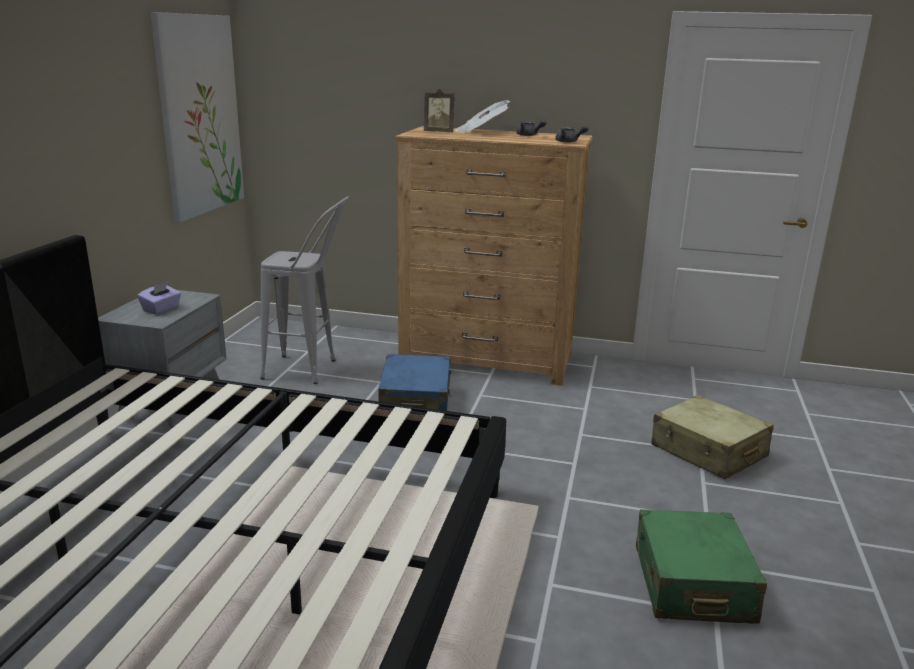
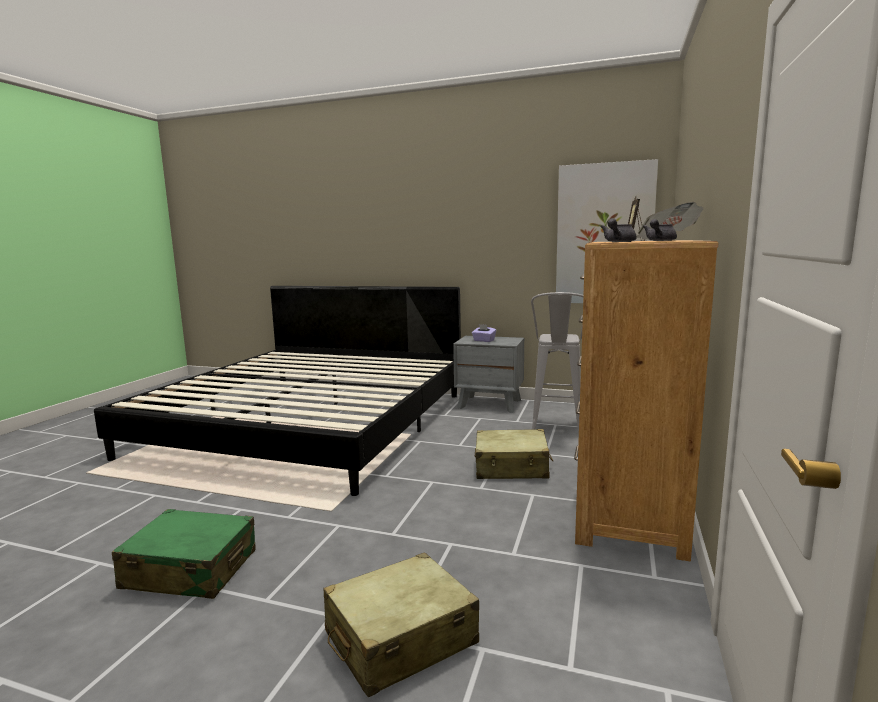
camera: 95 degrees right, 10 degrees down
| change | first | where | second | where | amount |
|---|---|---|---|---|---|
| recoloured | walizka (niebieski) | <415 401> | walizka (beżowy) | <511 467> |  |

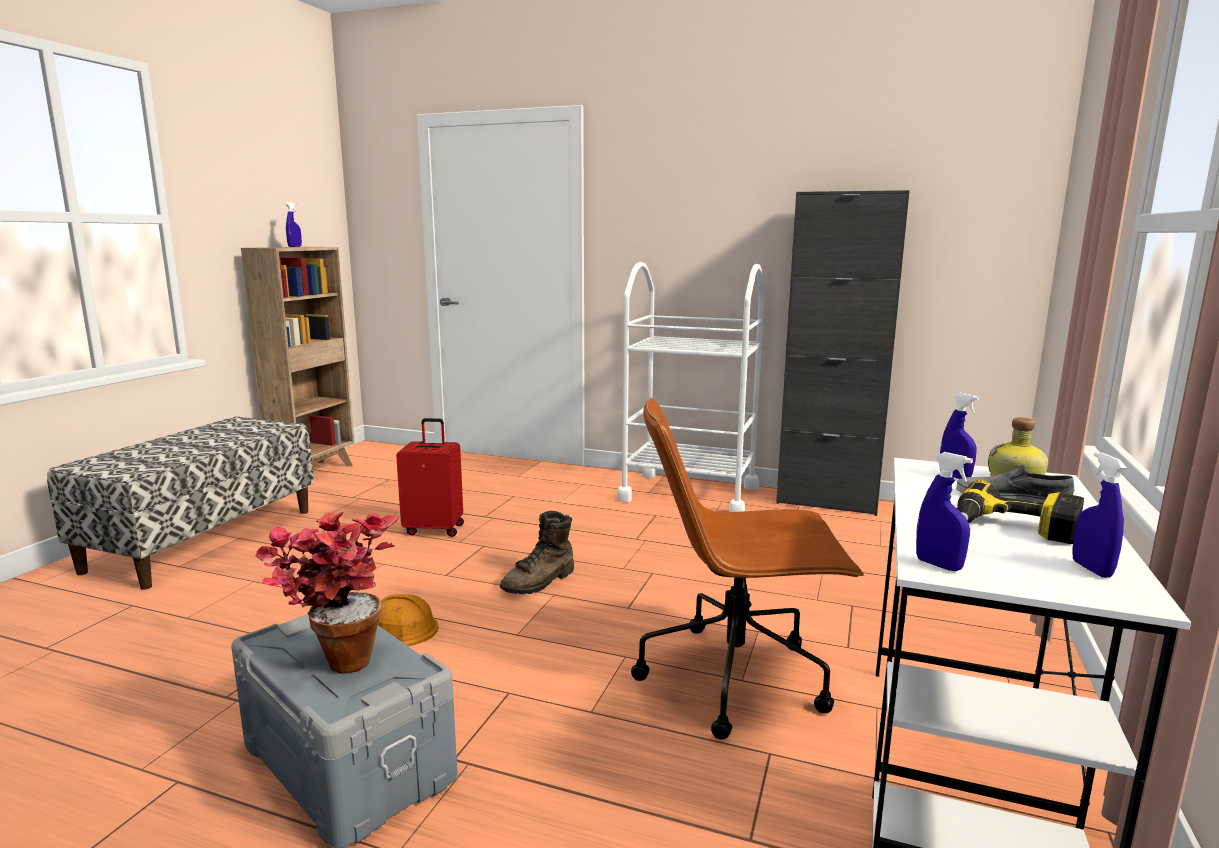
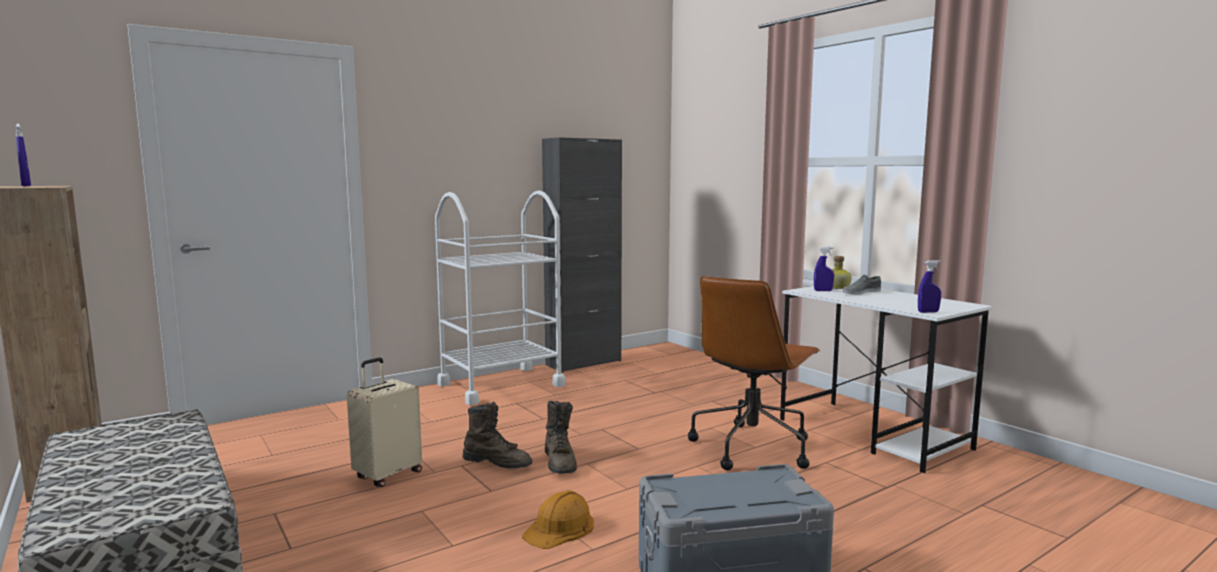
camera: 55 degrees left, 5 degrees down
| change | first | where | second | where | amount |
|---|---|---|---|---|---|
| removed | roślina doniczkowa | <336 660> |  |  |  |
| removed | wiertarka | <1010 533> |  |  |  |
| removed | spryskiwacz (niebieski) | <1091 569> |  |  |  |
| added |  |  | but z cholewką (brązowy) | <498 463> |  |
| recoloured | walizka (czerwony) | <435 529> | walizka (beżowy) | <387 475> |  |

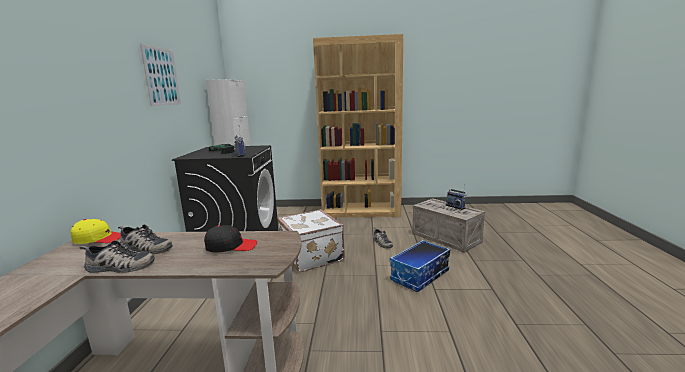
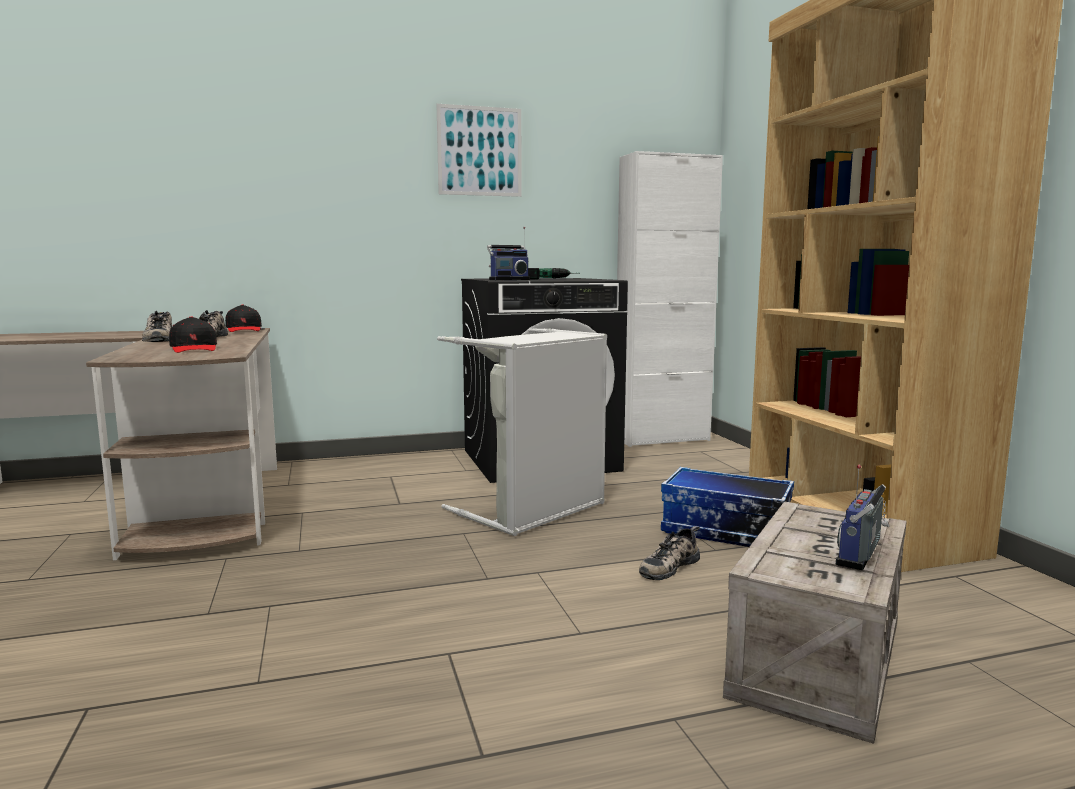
camera: 70 degrees right, 5 degrees down
| change | first | where | second | where | amount |
|---|---|---|---|---|---|
| moved | pojemnik do przechowywania | <420 276> |  | <724 532> |  |
| replaced | walizka (biały) | <310 256> | kosz na pranie (szary) | <535 511> |  |
| recoloured | czapka z daszkiem (żółty) | <99 239> | czapka z daszkiem (czarny) | <244 329> |  |

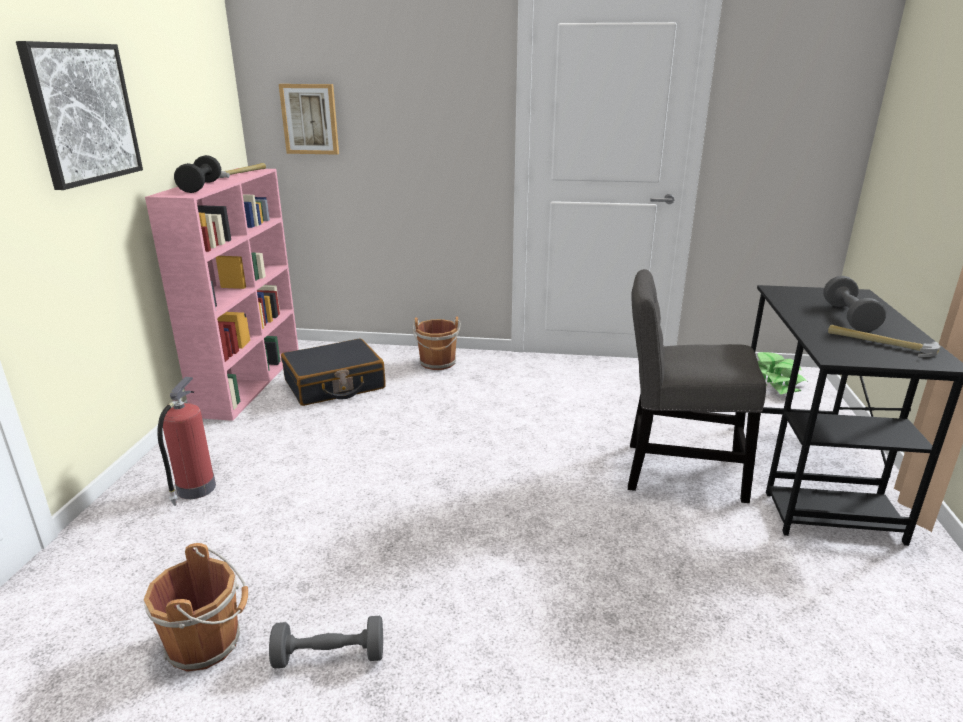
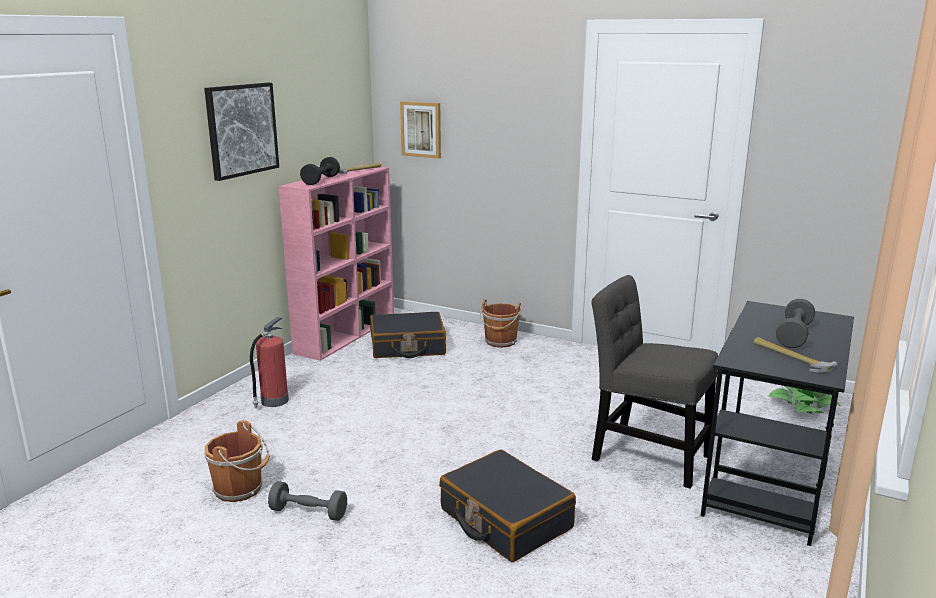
camera: 20 degrees right, 5 degrees down
| change | first | where | second | where | amount |
|---|---|---|---|---|---|
| added |  |  | walizka (czarny) | <505 519> |  |

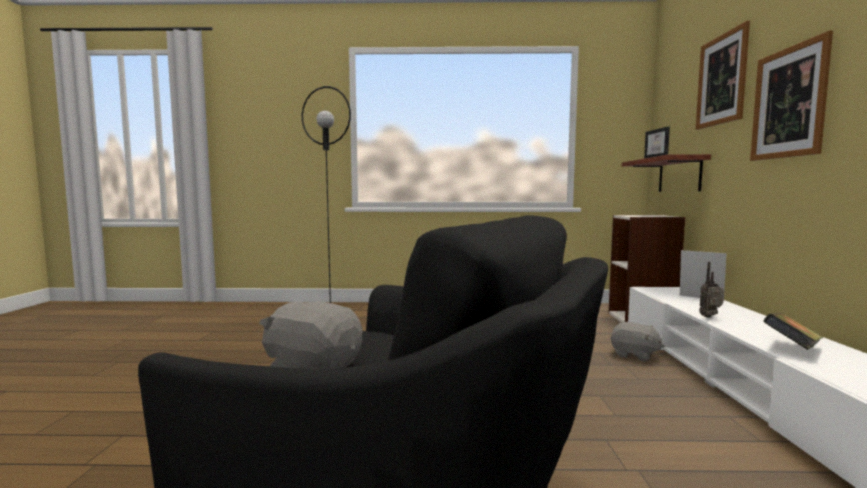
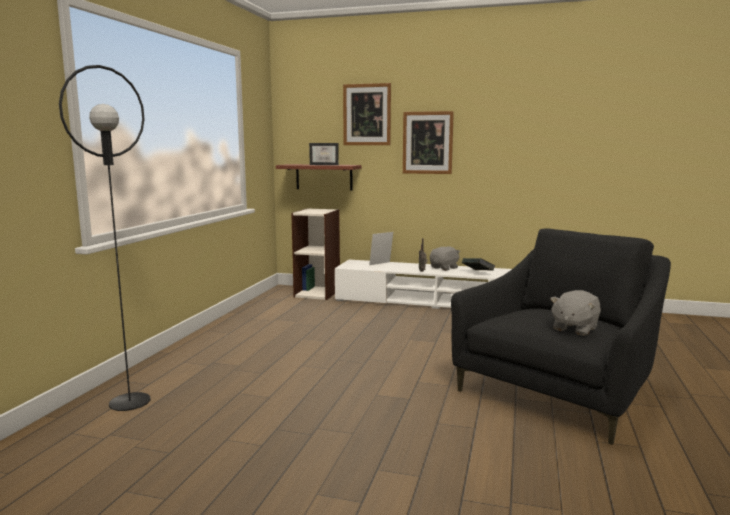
camera: 75 degrees left, 5 degrees up
| change | first | where | second | where | amount |
|---|---|---|---|---|---|
| moved | pluszak (szary) | <634 355> |  | <444 268> |  |

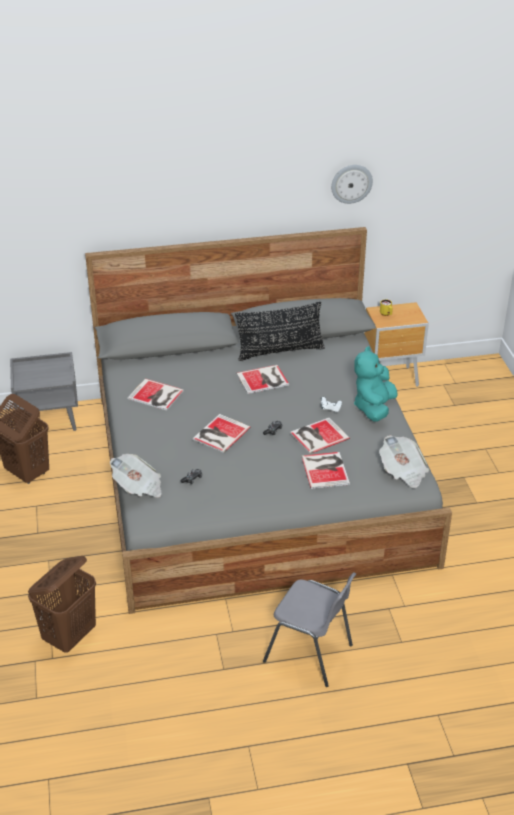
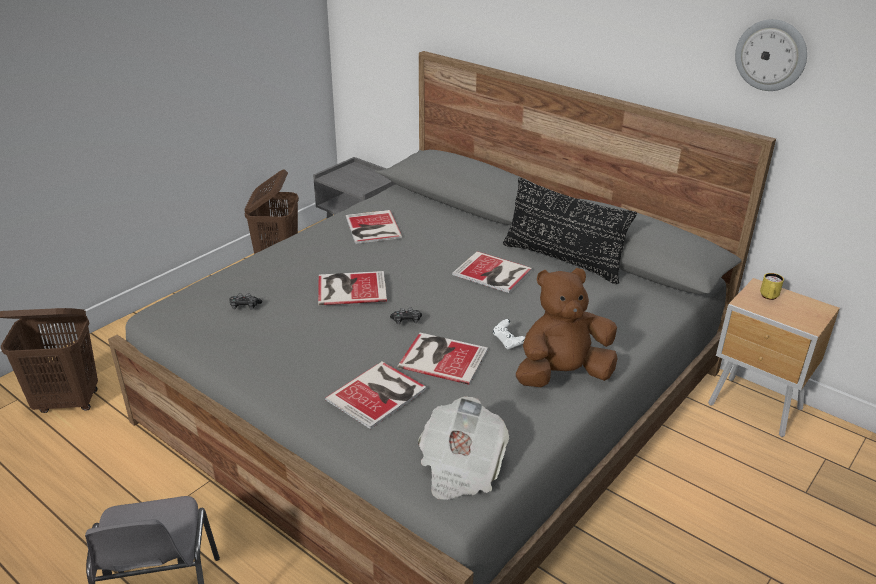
camera: 50 degrees right, 5 degrees down
| change | first | where | second | where | amount |
|---|---|---|---|---|---|
| removed | gazeta | <138 487> |  |  |  |
| recoloured | pluszak (turkusowy) | <374 408> | pluszak (brązowy) | <562 375> |  |

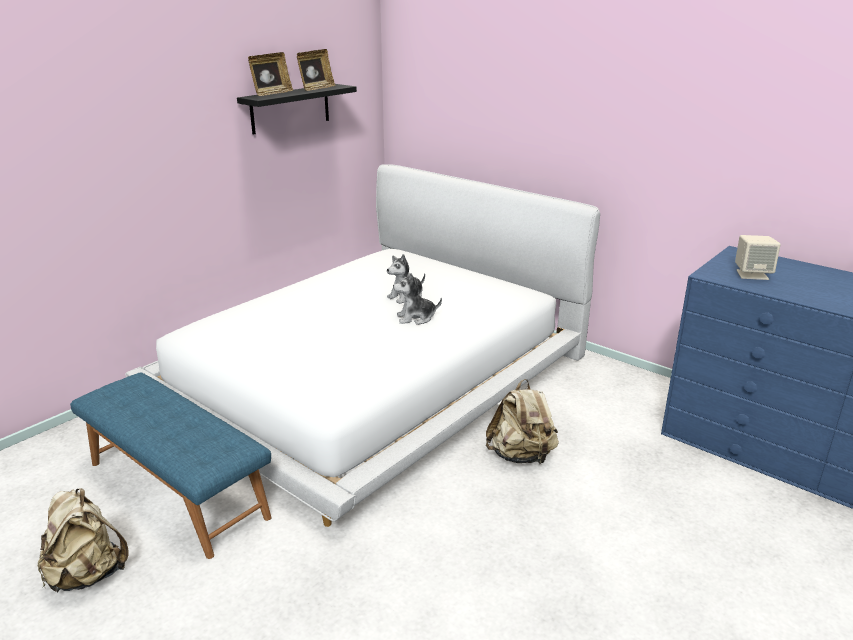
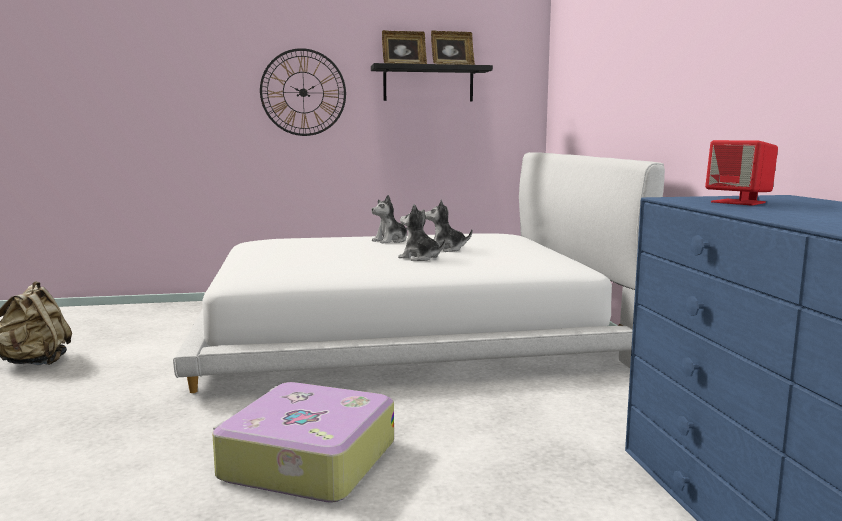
camera: 40 degrees right, 15 degrees down
| change | first | where | second | where | amount |
|---|---|---|---|---|---|
| removed | ławka (niebieski) | <178 489> |  |  |  |
| removed | plecak (beżowy) | <521 456> |  |  |  |
| added |  |  | walizka | <306 461> |  |
| added |  |  | zegar ścienny | <303 92> |  |
| added |  |  | pluszak | <391 241> |  |
| recoloured | głośnik (beżowy) | <752 274> | głośnik (czerwony) | <739 202> |  |

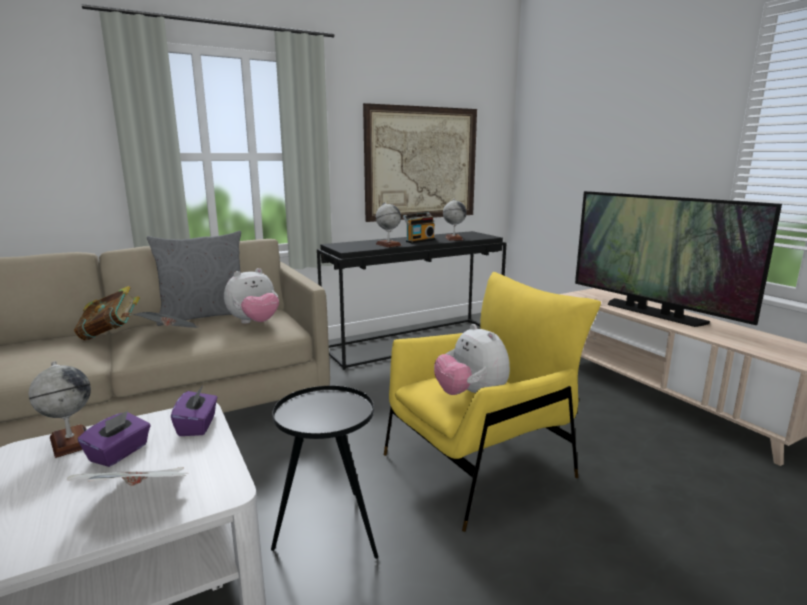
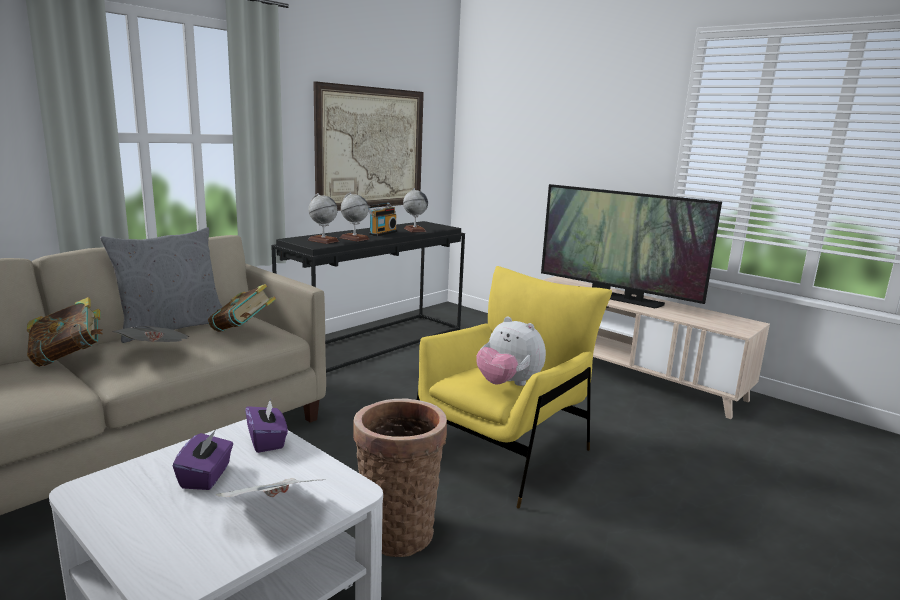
camera: 20 degrees left, 0 degrees up
| change | first | where | second | where | amount |
|---|---|---|---|---|---|
| moved | globus | <70 442> |  | <323 241> |  |
| replaced | pluszak | <254 323> | książka | <243 331> |  |
| replaced | stolik (czarny) | <329 531> | koszyk | <398 530> |  |

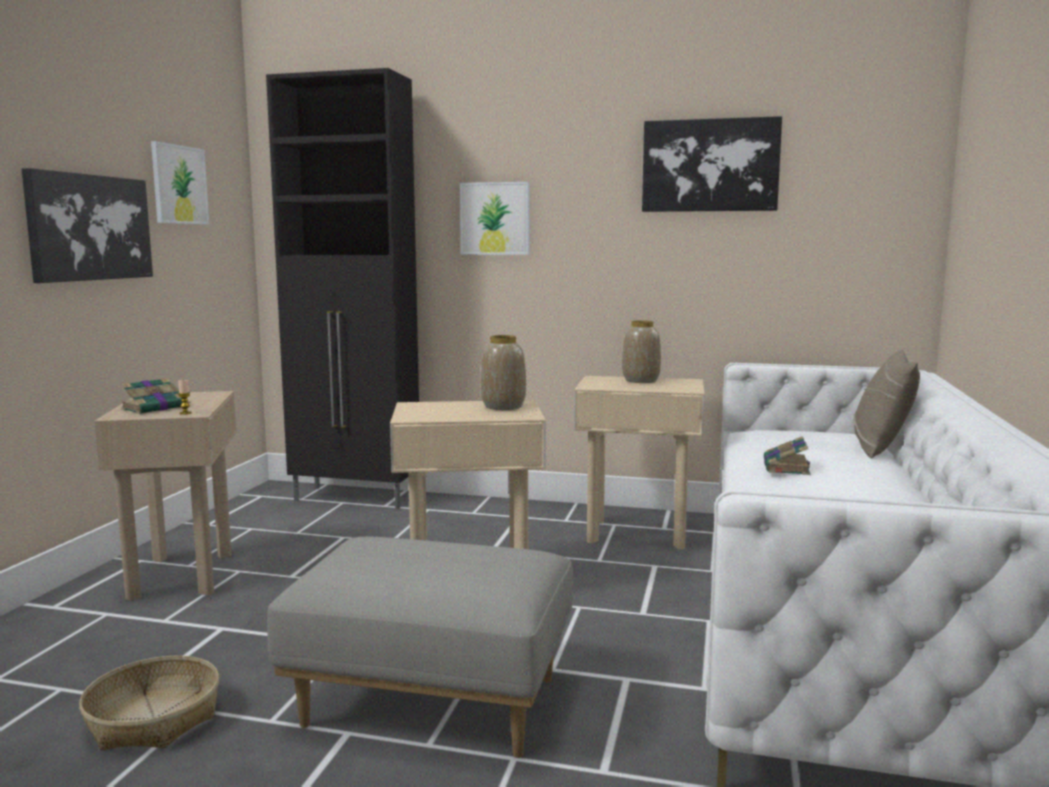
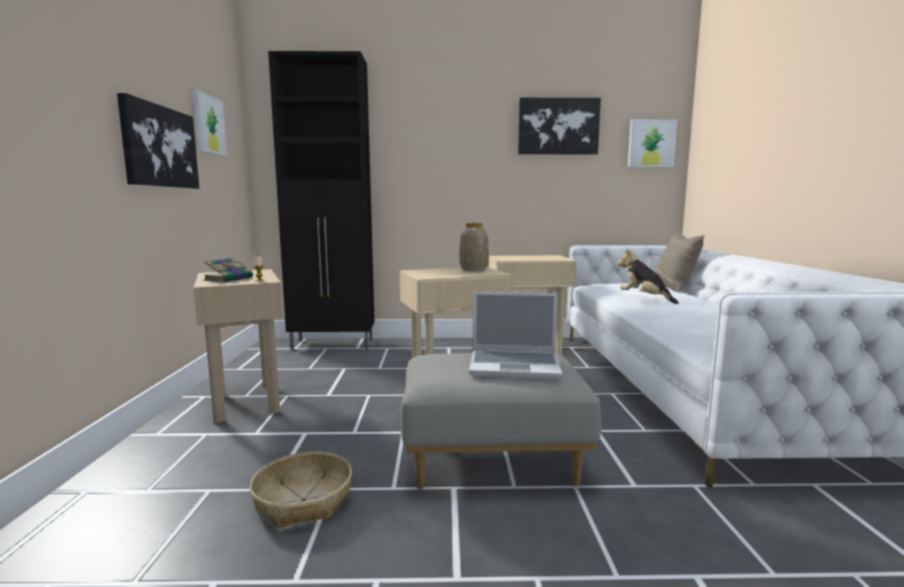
camera: 15 degrees left, 0 degrees up
| change | first | where | second | where | amount |
|---|---|---|---|---|---|
| removed | wazon | <641 380> |  |  |  |
| added |  |  | laptop | <515 366> |  |
| moved | obraz | <495 218> |  | <651 143> |  |
| replaced | książka | <786 467> | pluszak | <644 298> |  |

